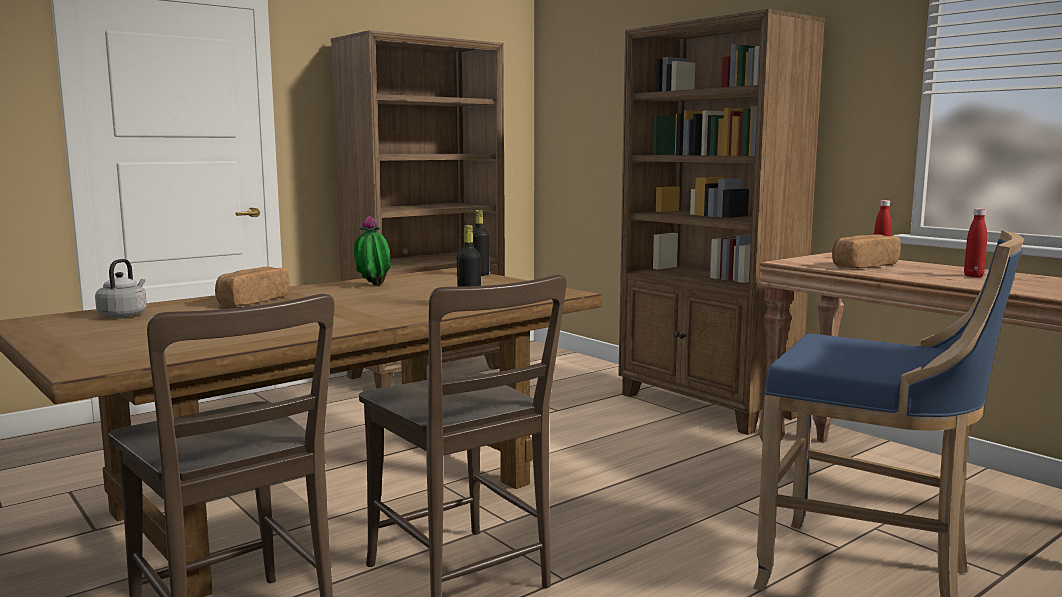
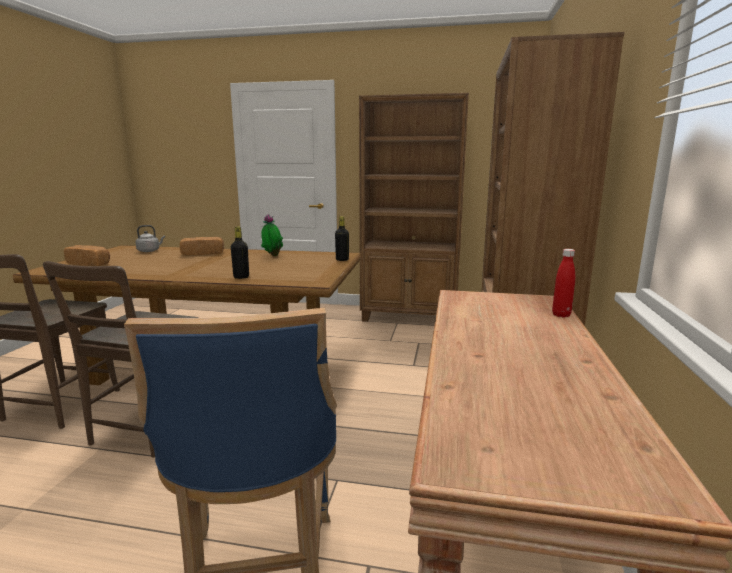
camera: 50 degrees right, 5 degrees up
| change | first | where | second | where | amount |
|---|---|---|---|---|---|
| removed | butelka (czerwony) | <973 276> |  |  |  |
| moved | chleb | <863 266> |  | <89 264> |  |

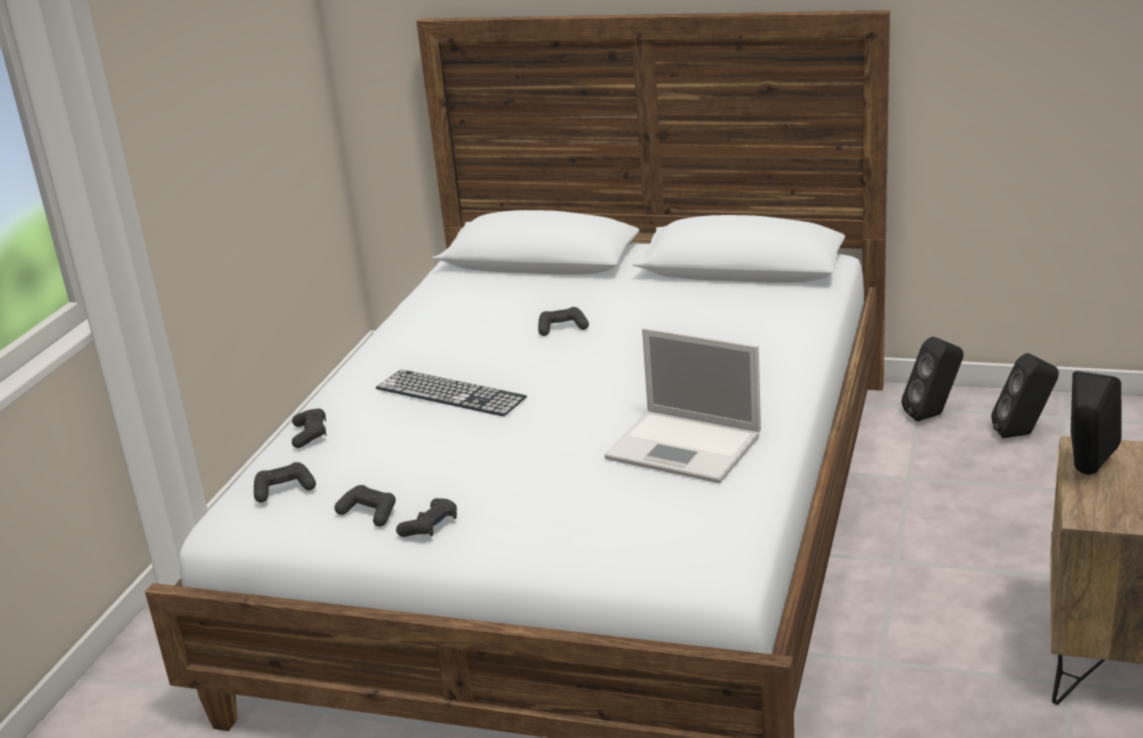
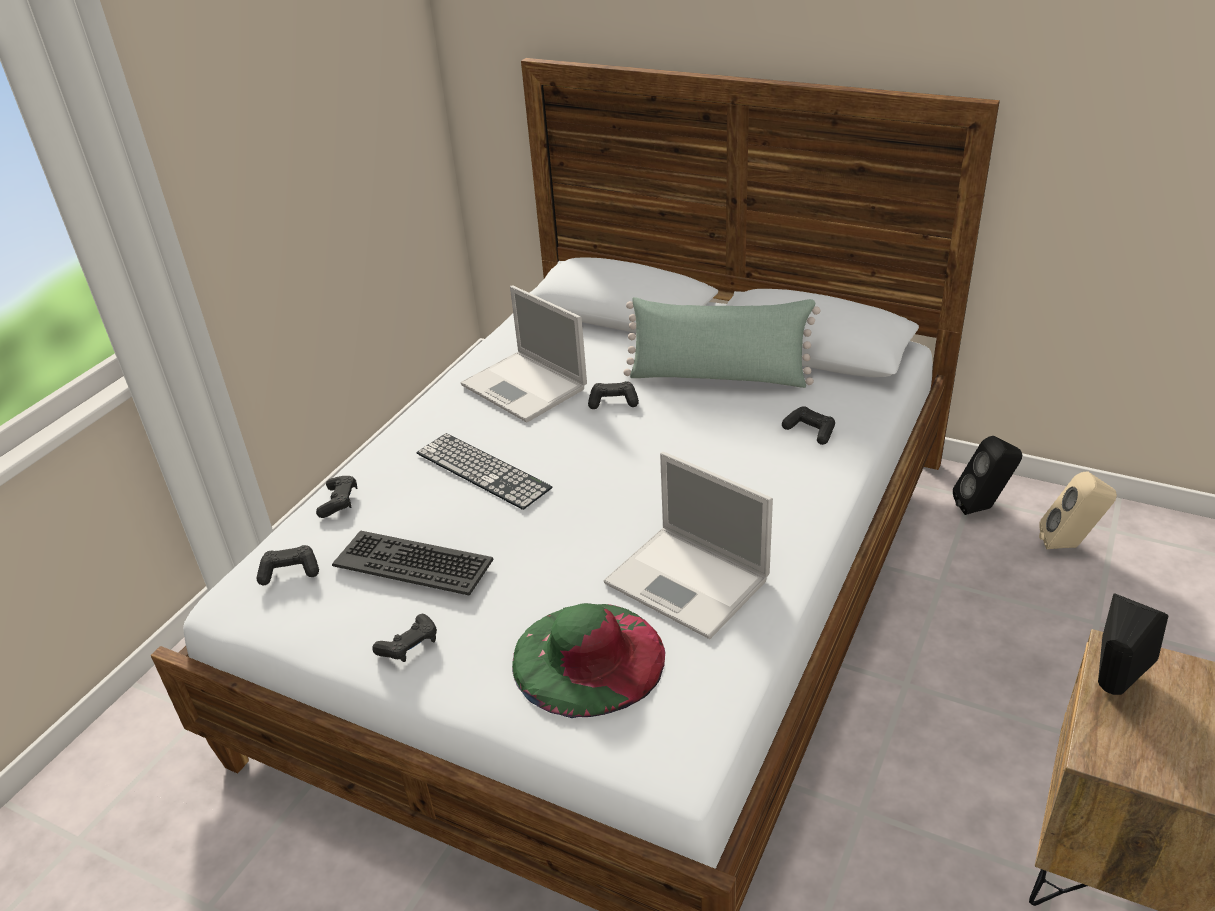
camera: 10 degrees right, 10 degrees up
| change | first | where | second | where | amount |
|---|---|---|---|---|---|
| added |  |  | klawiatura | <413 562> |  |
| added |  |  | laptop | <526 387> |  |
| added |  |  | kapelusz (zielony) | <588 657> |  |
| added |  |  | poduszka (zielony) | <718 377> |  |
| moved | pad do gier (czarny) | <369 513> |  | <810 431> |  |
| recoloured | głośnik (czarny) | <1023 434> | głośnik (beżowy) | <1069 546> |  |

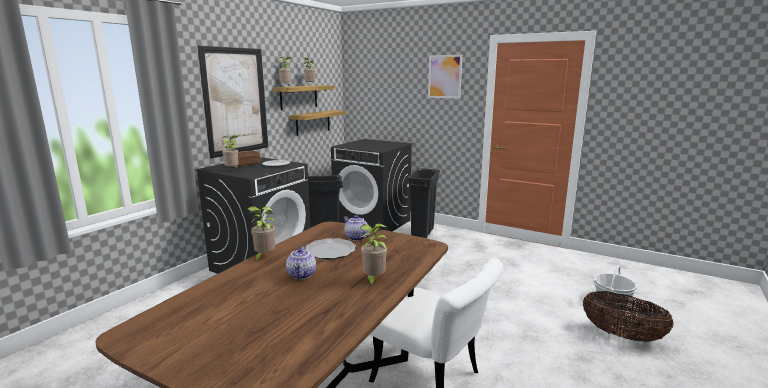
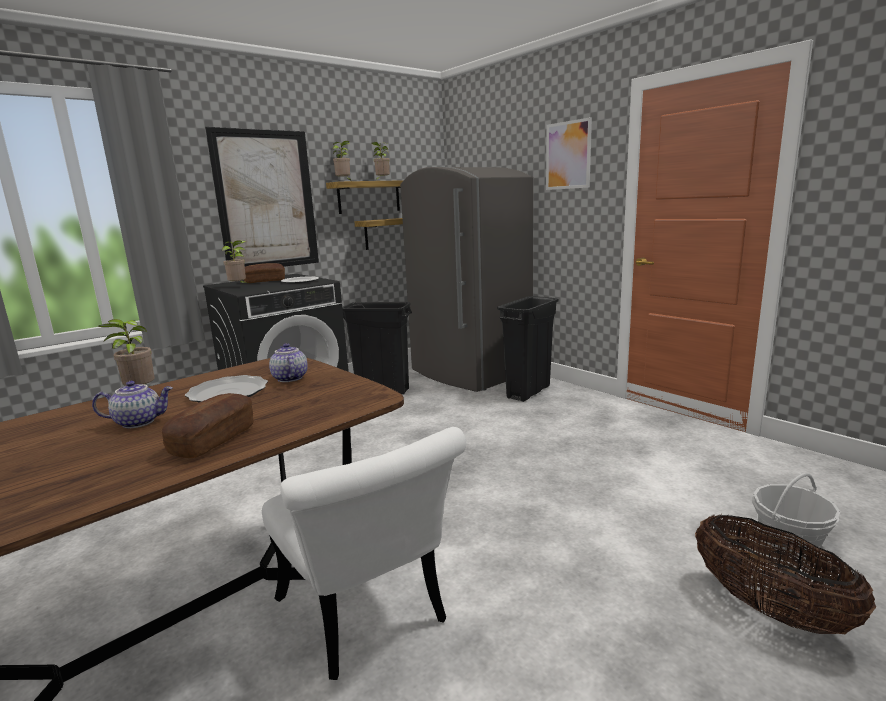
camera: 20 degrees right, 0 degrees up
| change | first | where | second | where | amount |
|---|---|---|---|---|---|
| replaced | pralka (czarny) | <373 223> | lodówka (szary) | <470 373> |  |
| replaced | roślina doniczkowa | <373 280> | chleb | <213 440> |  |
| turned | imbryk | <302 275> |  | <139 422> | 120 degrees counterclockwise |

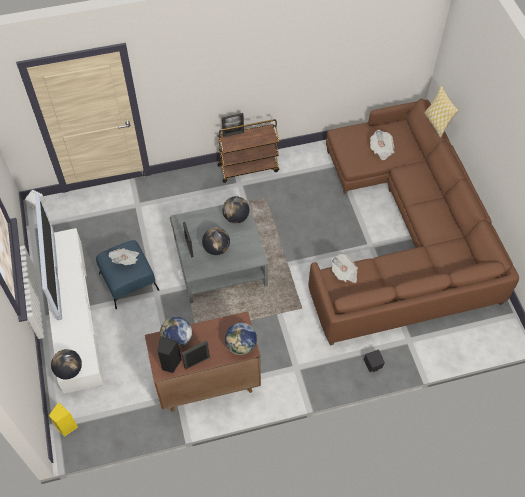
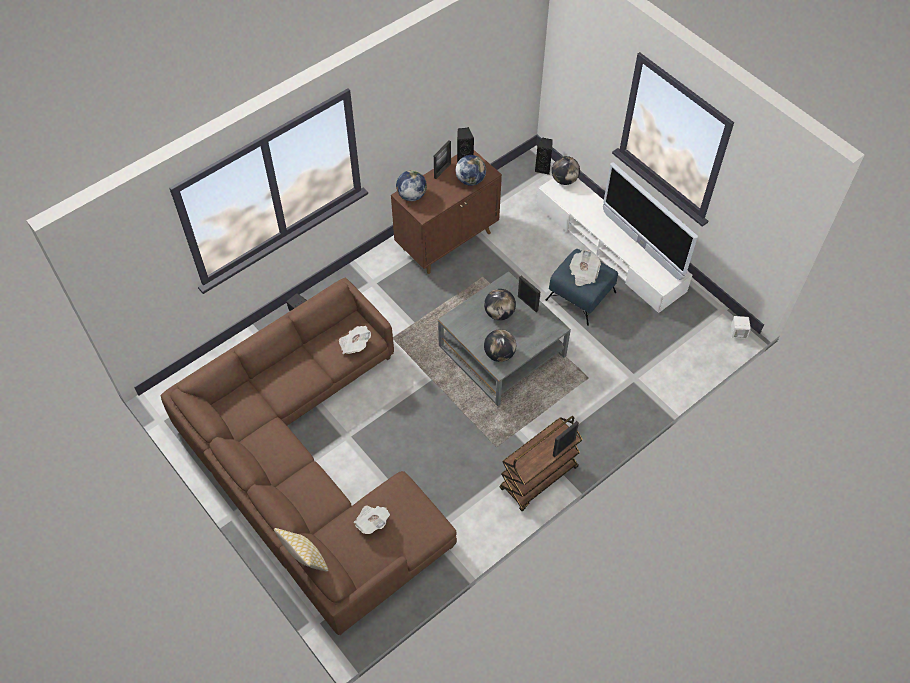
camera: 155 degrees right, 0 degrees up
| change | first | where | second | where | amount |
|---|---|---|---|---|---|
| recoloured | głośnik (żółty) | <67 427> | głośnik (czarny) | <543 168> |  |

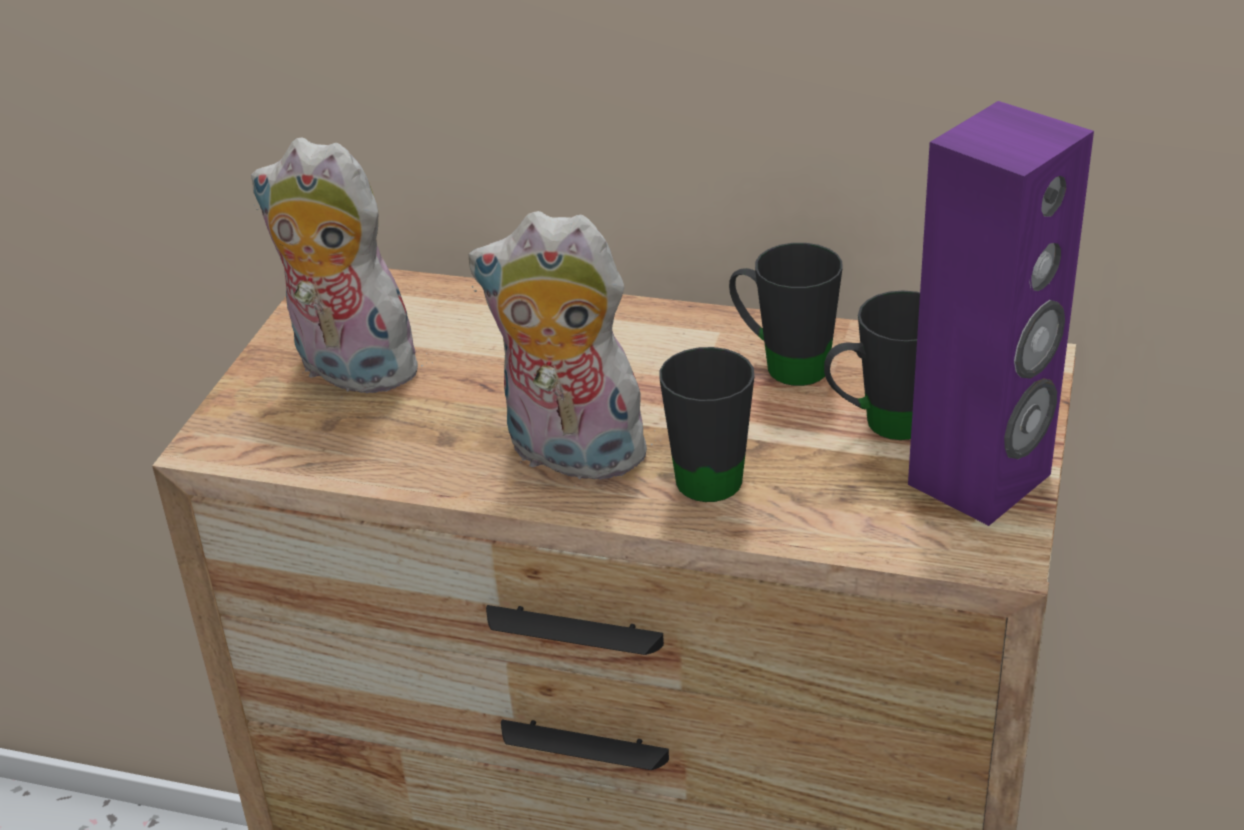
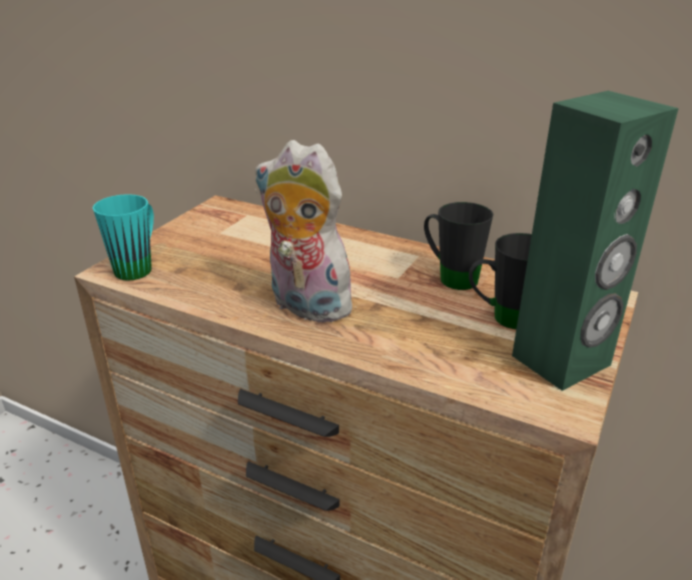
camera: 10 degrees right, 5 degrees down
| change | first | where | second | where | amount |
|---|---|---|---|---|---|
| removed | pluszak | <347 370> |  |  |  |
| removed | kubek (czarny) | <711 469> |  |  |  |
| added |  |  | kubek (turkusowy) | <139 266> |  |
| recoloured | głośnik (fioletowy) | <981 480> | głośnik (zielony) | <562 361> |  |

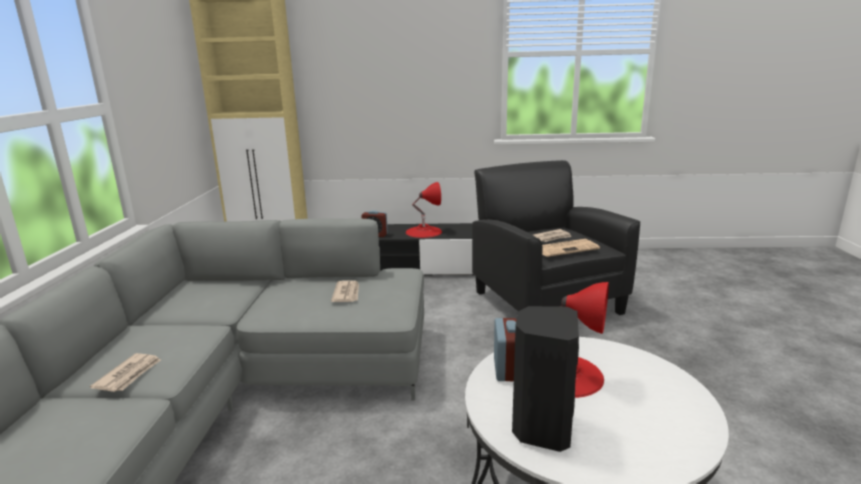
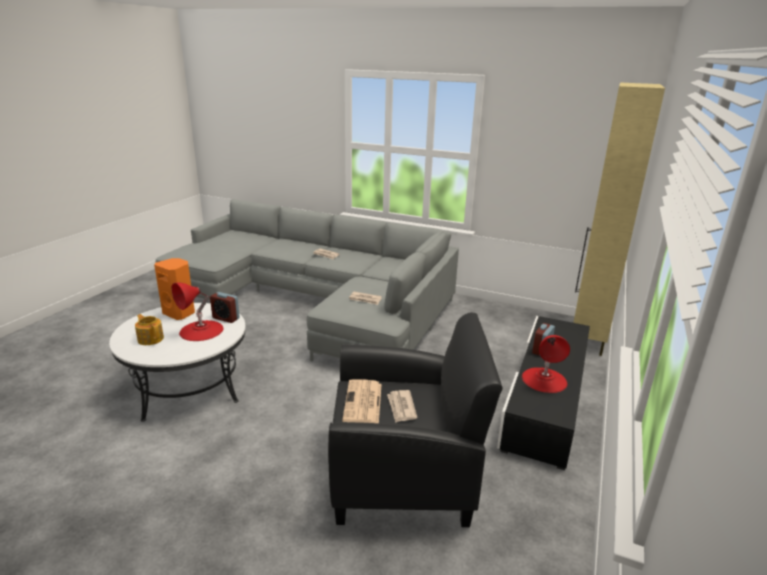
camera: 110 degrees right, 5 degrees up
| change | first | where | second | where | amount |
|---|---|---|---|---|---|
| added |  |  | imbryk | <150 339> |  |
| recoloured | głośnik (czarny) | <541 428> | głośnik (pomarańczowy) | <180 313> |  |

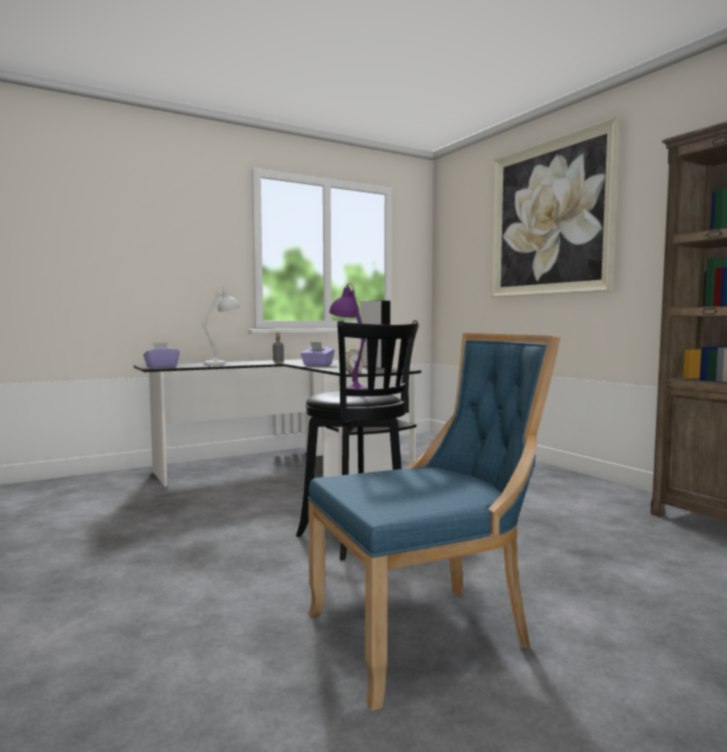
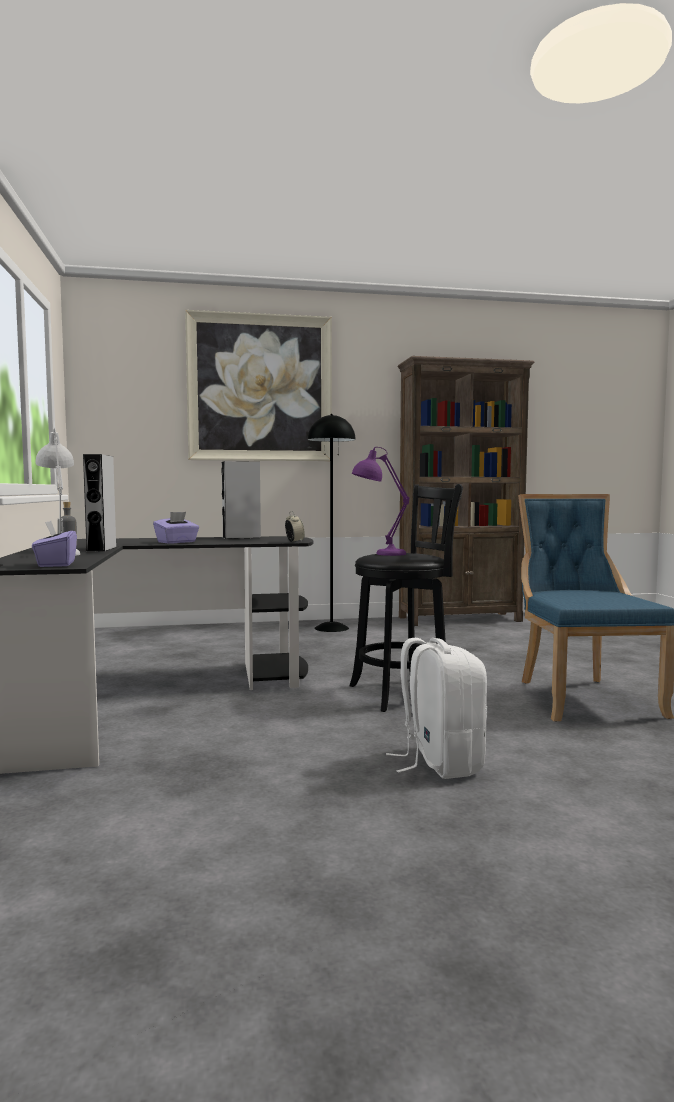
camera: 70 degrees left, 0 degrees up
| change | first | where | second | where | amount |
|---|---|---|---|---|---|
| added |  |  | głośnik (szary) | <101 549> |  |
| added |  |  | lampa stojąca (czarny) | <331 628> |  |
| added |  |  | plecak (biały) | <440 763> |  |

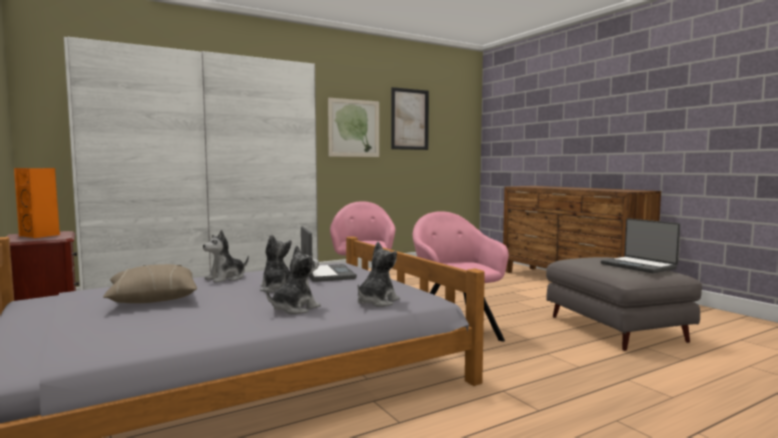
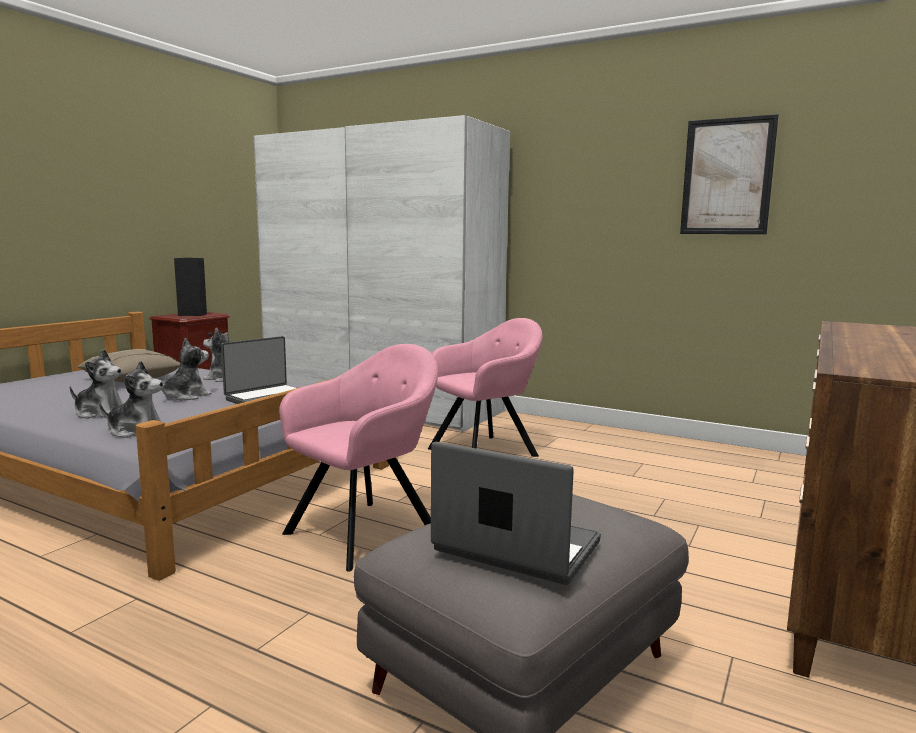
camera: 60 degrees right, 5 degrees up
| change | first | where | second | where | amount |
|---|---|---|---|---|---|
| removed | obraz | <354 128> |  |  |  |
| recoloured | głośnik (pomarańczowy) | <40 235> | głośnik (czarny) | <193 314> |  |
| turned | laptop | <639 266> |  | <515 548> | 90 degrees clockwise |

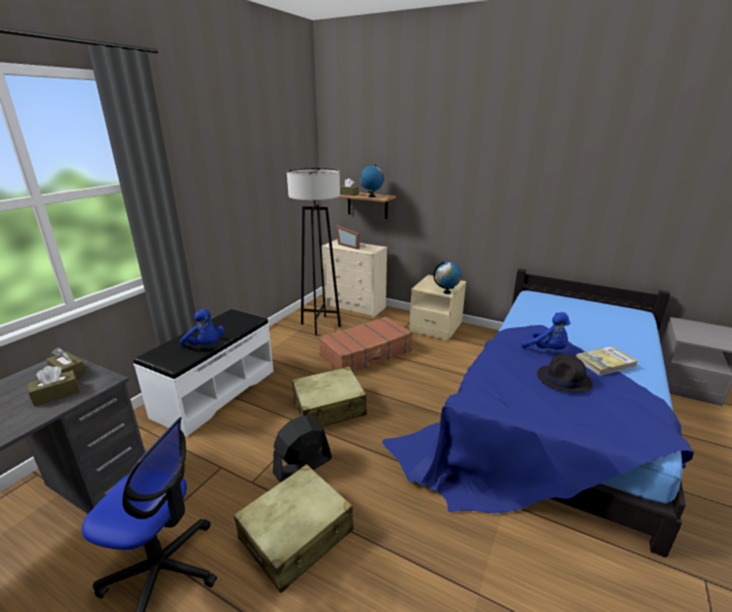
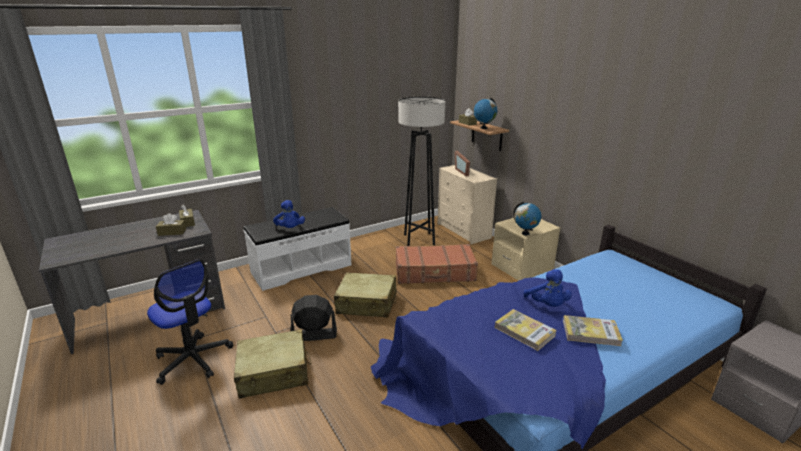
camera: 30 degrees right, 0 degrees up
| change | first | where | second | where | amount |
|---|---|---|---|---|---|
| replaced | kapelusz (czarny) | <564 379> | książka | <524 331> |  |

